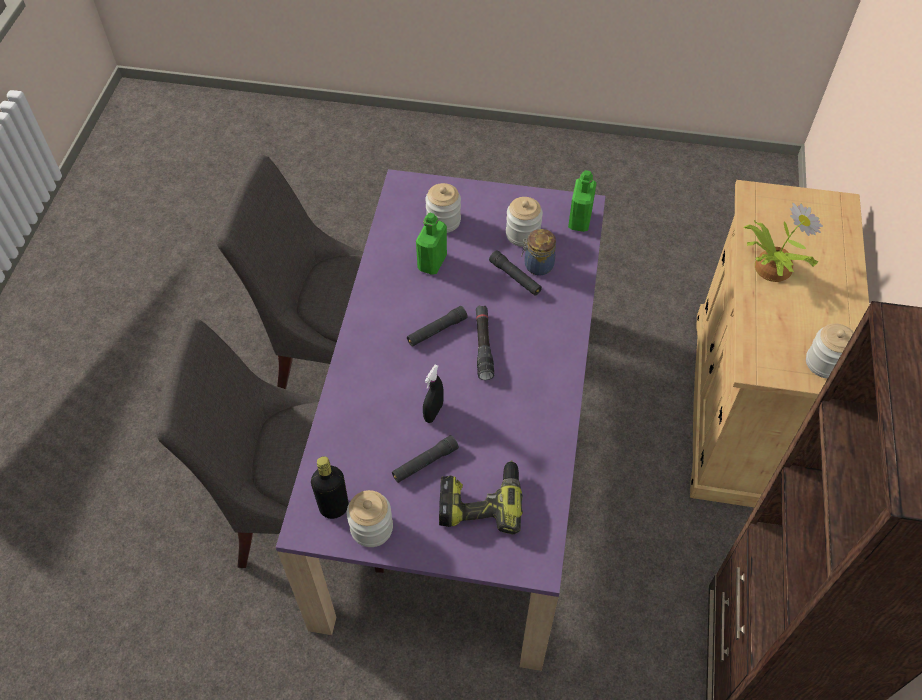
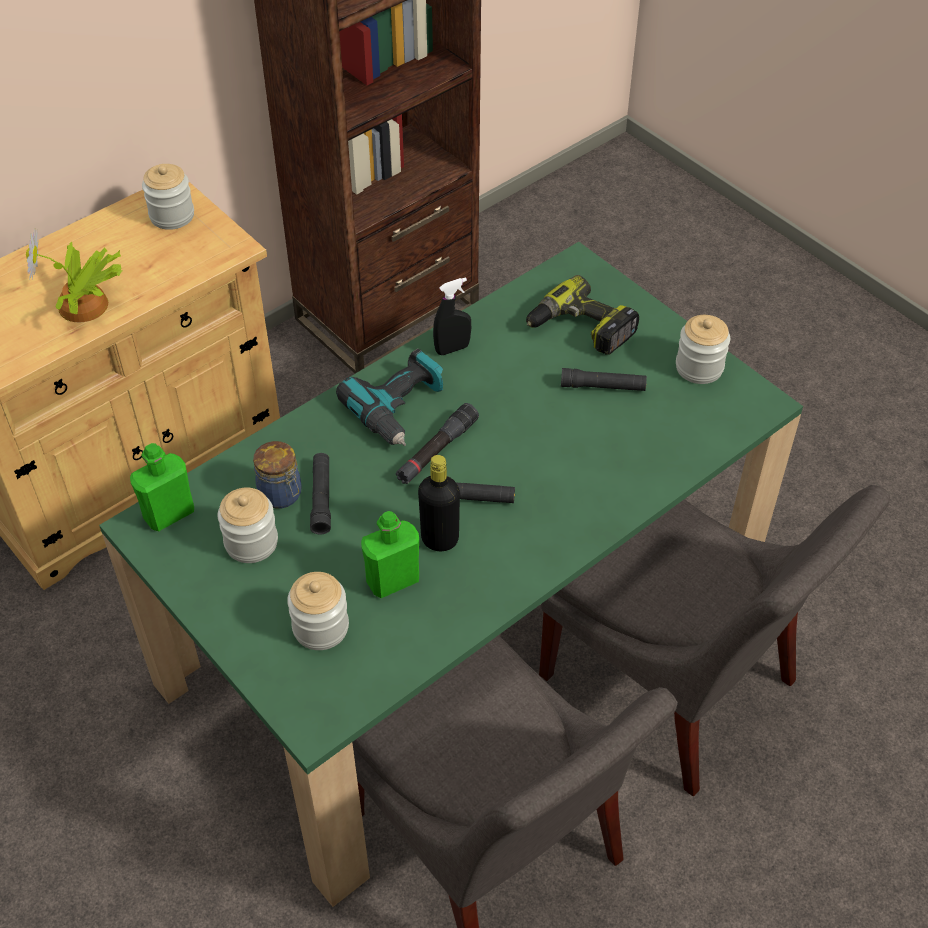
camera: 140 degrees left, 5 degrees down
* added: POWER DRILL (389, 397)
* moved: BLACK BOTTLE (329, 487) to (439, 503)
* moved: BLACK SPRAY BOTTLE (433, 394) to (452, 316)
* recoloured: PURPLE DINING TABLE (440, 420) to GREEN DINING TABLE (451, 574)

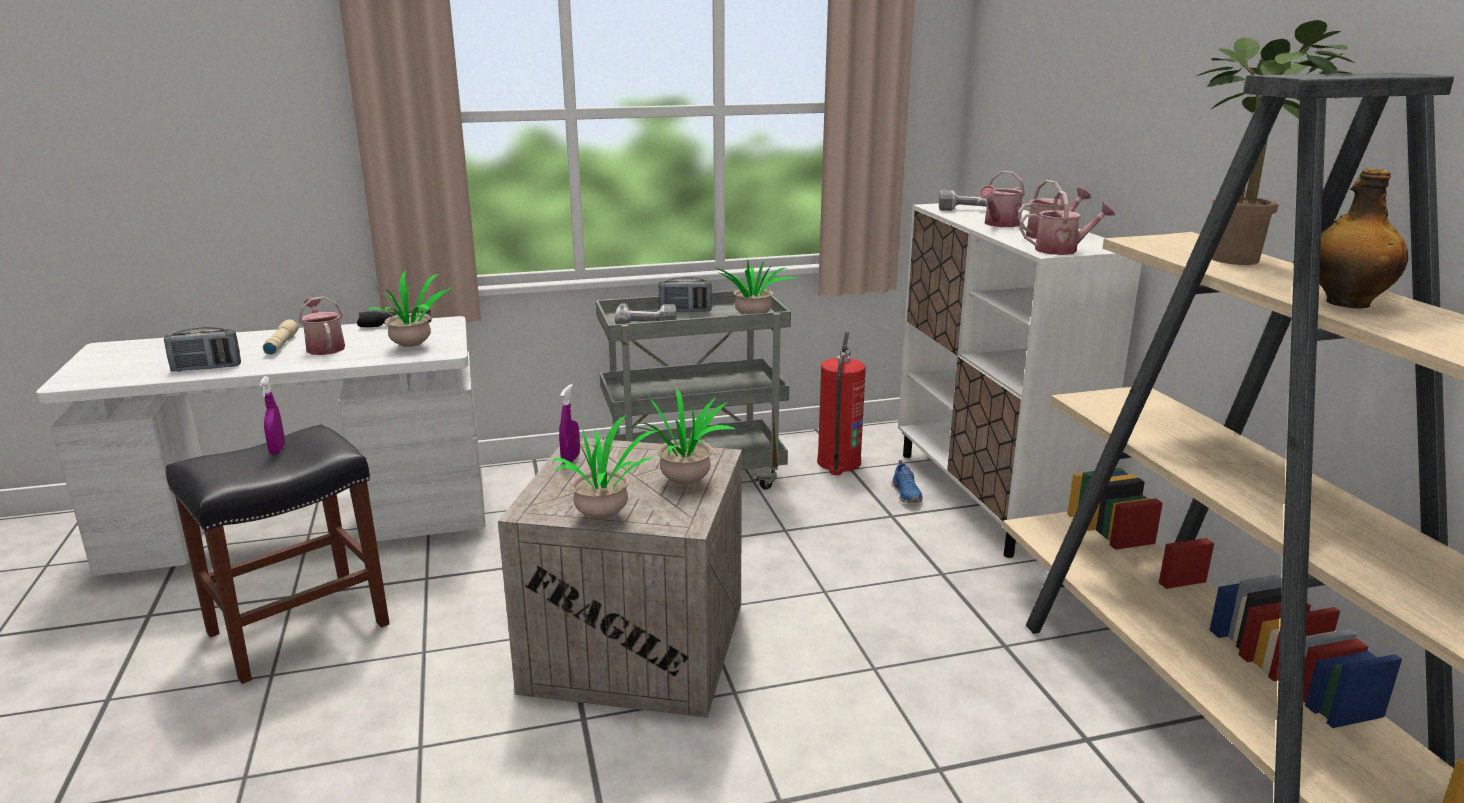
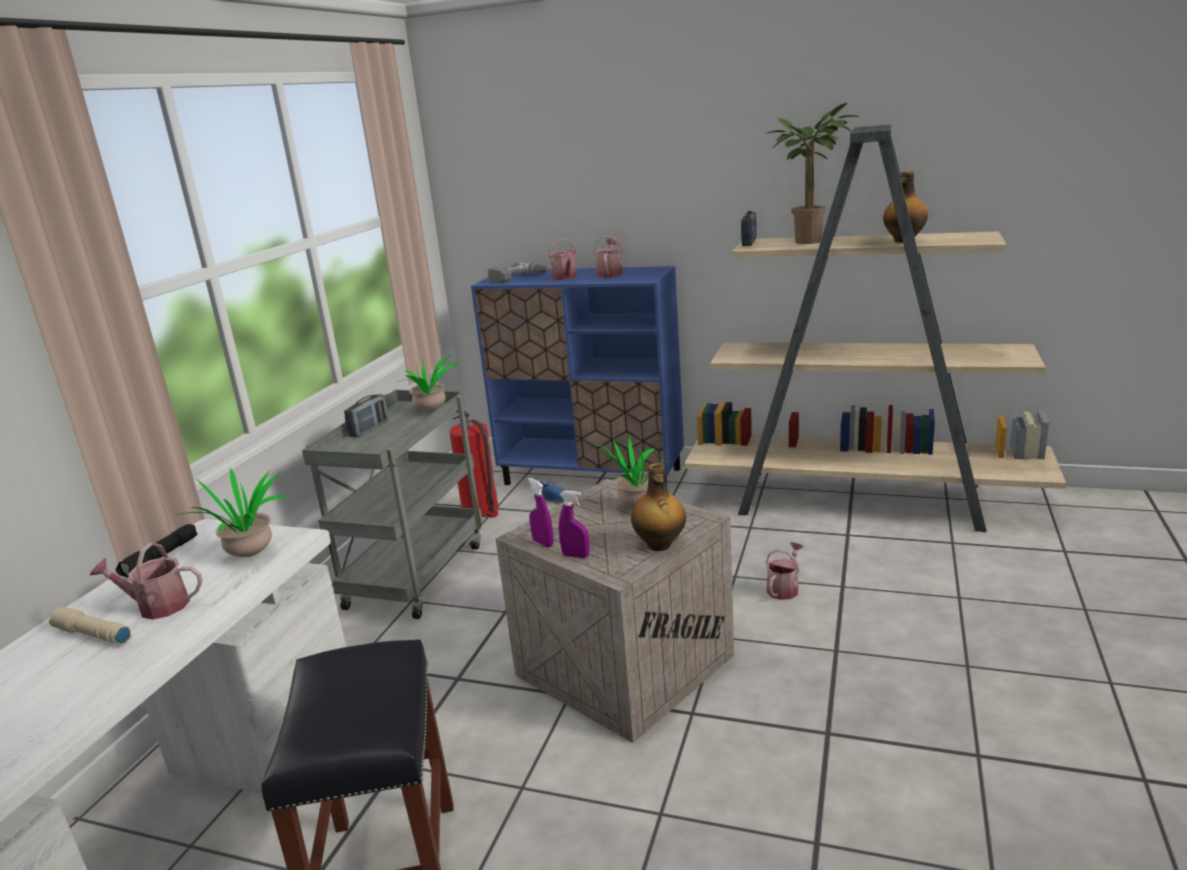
camera: 55 degrees left, 0 degrees up
* removed: POWER DRILL (645, 313)
* moved: RADIO (202, 349) to (749, 228)
* moved: PURPLE SPRAY BOTTLE (272, 415) to (574, 524)
* moved: WATERING CAN (1067, 223) to (784, 571)
* replaced: POTTED PLANT (605, 467) to BOTTLE (658, 507)
* recoloured: WHITE CABINET (1020, 380) to BLUE CABINET (577, 376)

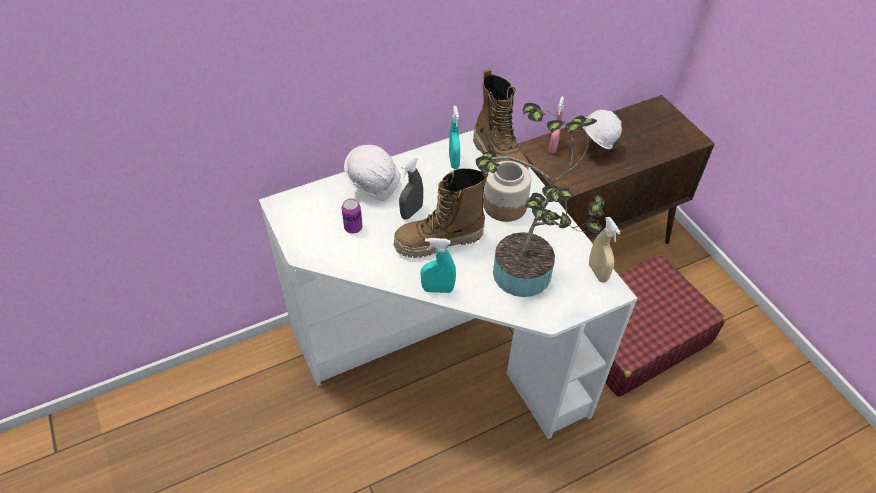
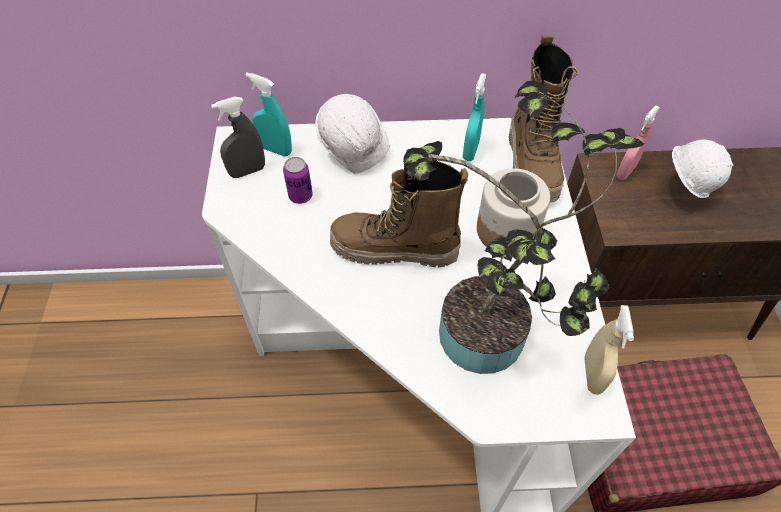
camera: 25 degrees right, 5 degrees up
* moved: GREY SPRAY BOTTLE (411, 188) to (238, 137)
* moved: TURQUOISE SPRAY BOTTLE (438, 265) to (269, 114)

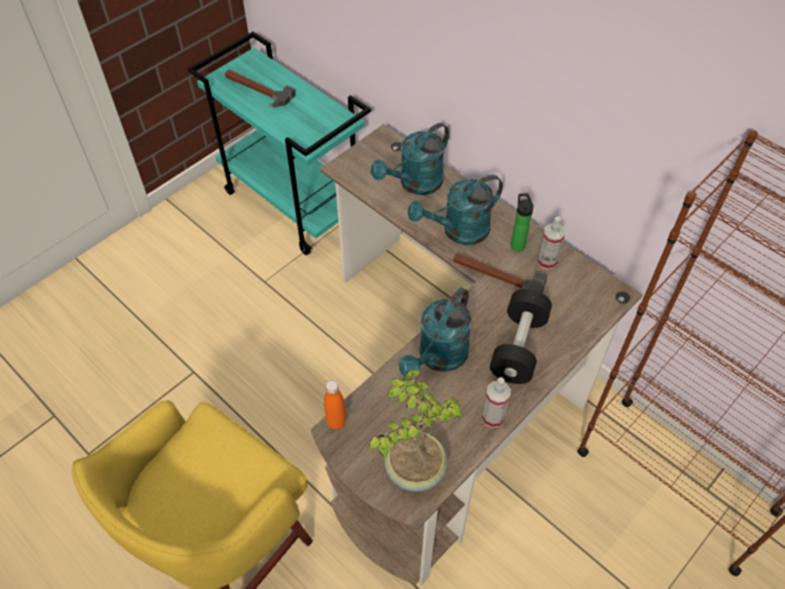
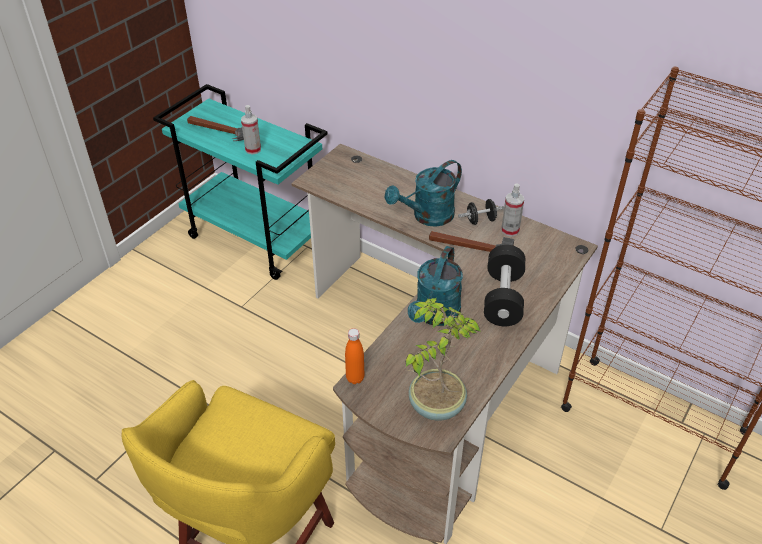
camera: 10 degrees left, 10 degrees down
* removed: TURQUOISE WATERING CAN (410, 159)
* moved: SPRAY BOTTLE (496, 402) to (251, 130)
* replaced: BOTTLE (522, 222) to BLACK DUMBBELL (481, 212)

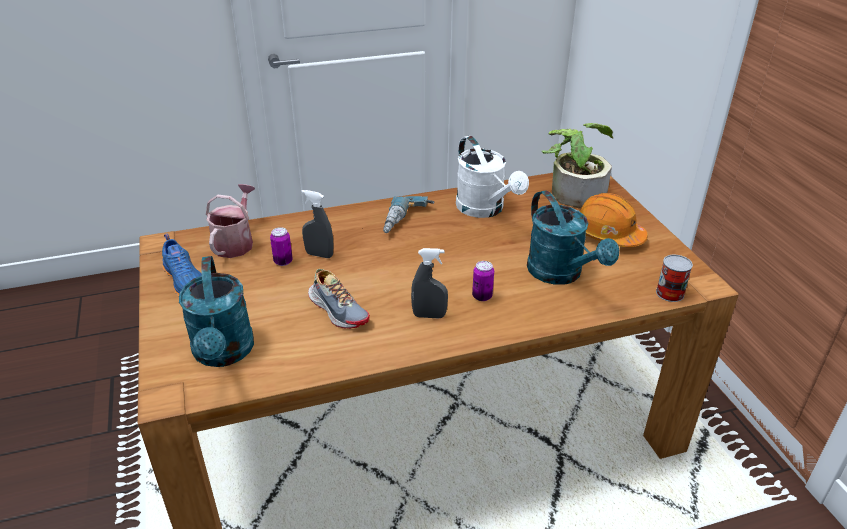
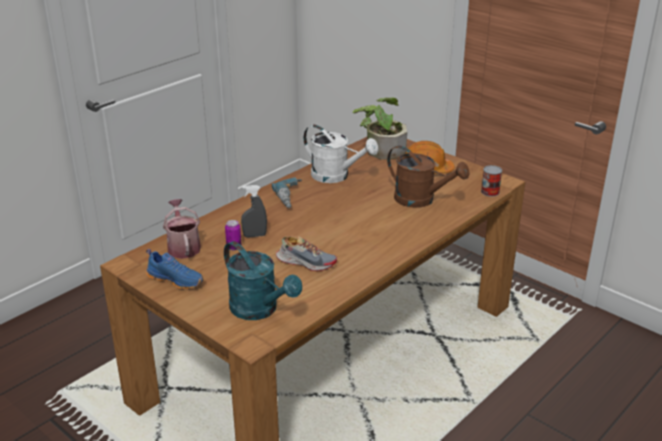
camera: 30 degrees left, 5 degrees down
* removed: GREY SPRAY BOTTLE (429, 283)
* removed: CAN (483, 281)
* recoloured: TURQUOISE WATERING CAN (573, 237) to BROWN WATERING CAN (428, 177)

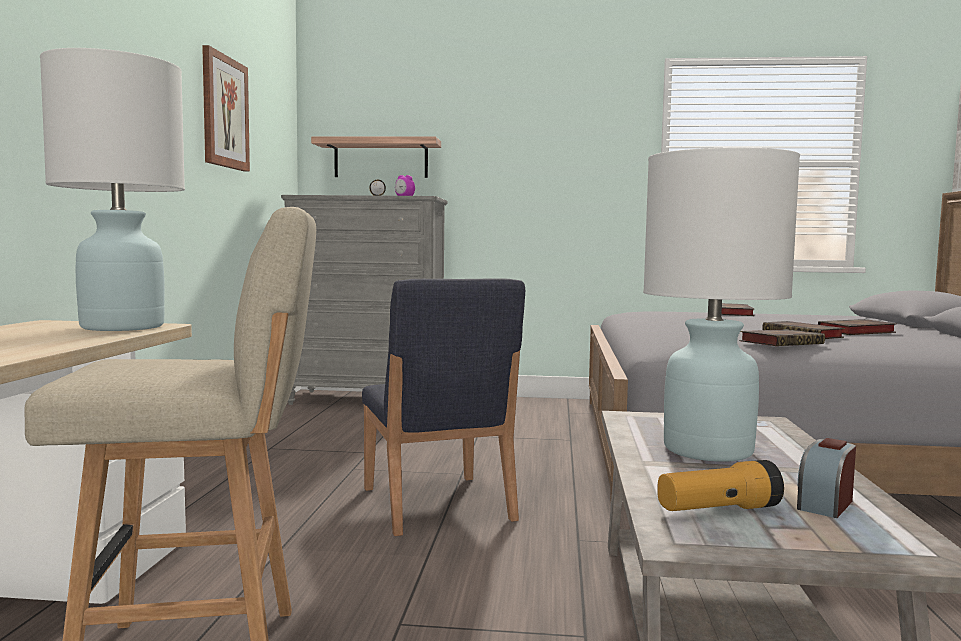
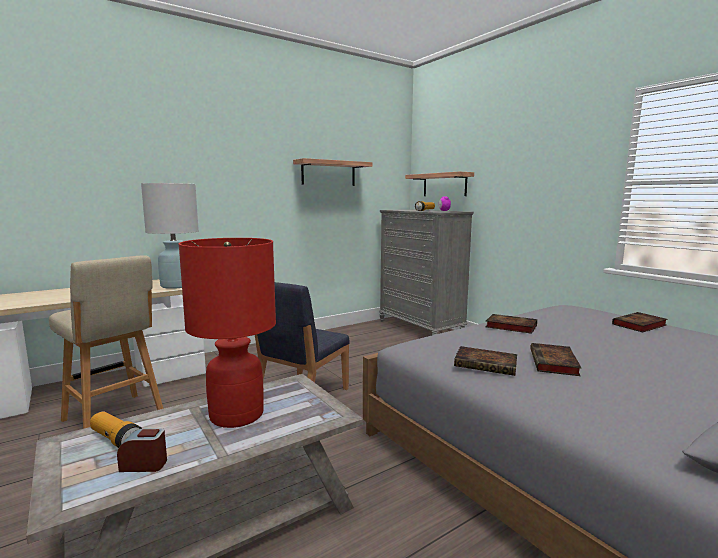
camera: 50 degrees right, 5 degrees up
* moved: BOOK (857, 327) to (511, 324)
* replaced: PICTURE (226, 108) to SHELF (332, 172)
* recoloured: WHITE TABLE LAMP (721, 304) to RED TABLE LAMP (227, 333)

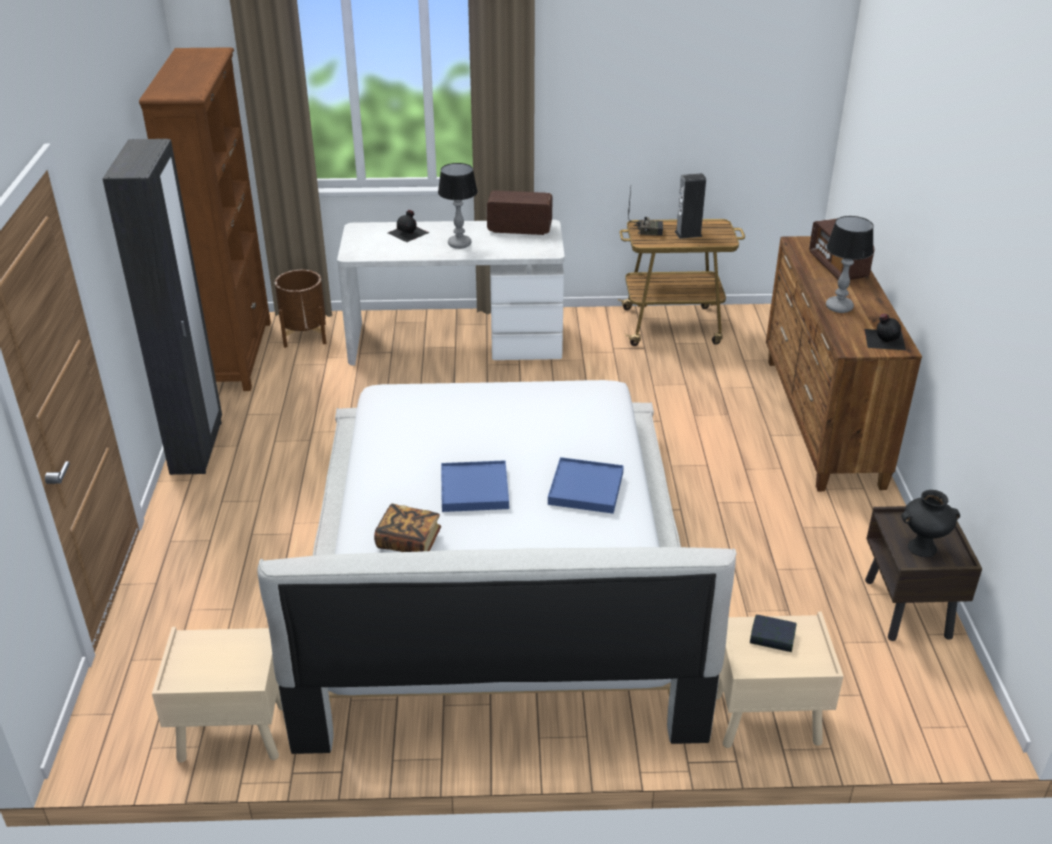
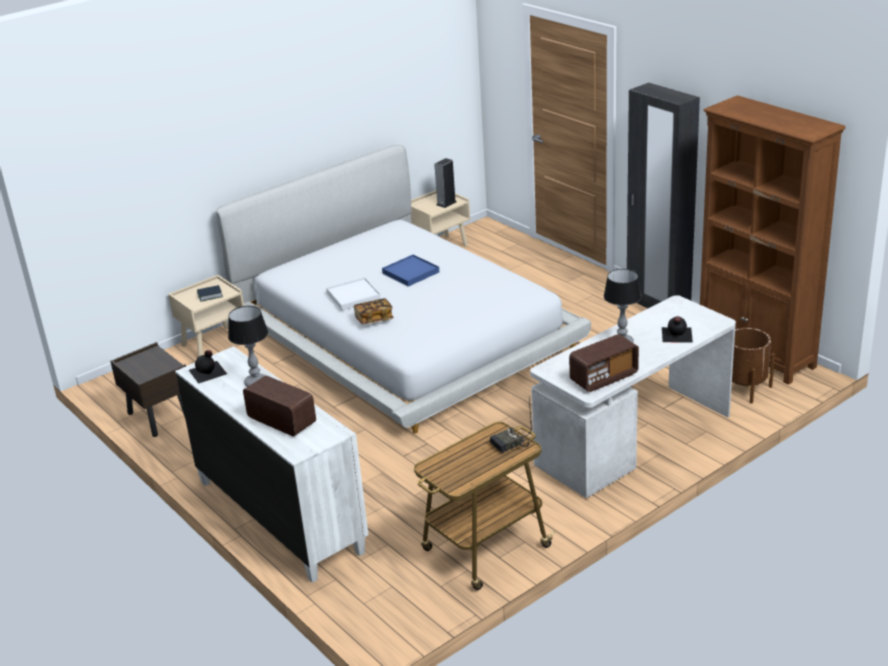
camera: 145 degrees right, 5 degrees down
* removed: BLACK VASE (930, 523)
* moved: BOOK (407, 527) to (373, 311)
* moved: SPEAKER (690, 206) to (445, 183)
* recoloured: BLUE TRAY (586, 485) to WHITE TRAY (353, 294)
* recoloured: BROWN DRESSER (844, 363) to WHITE DRESSER (272, 464)

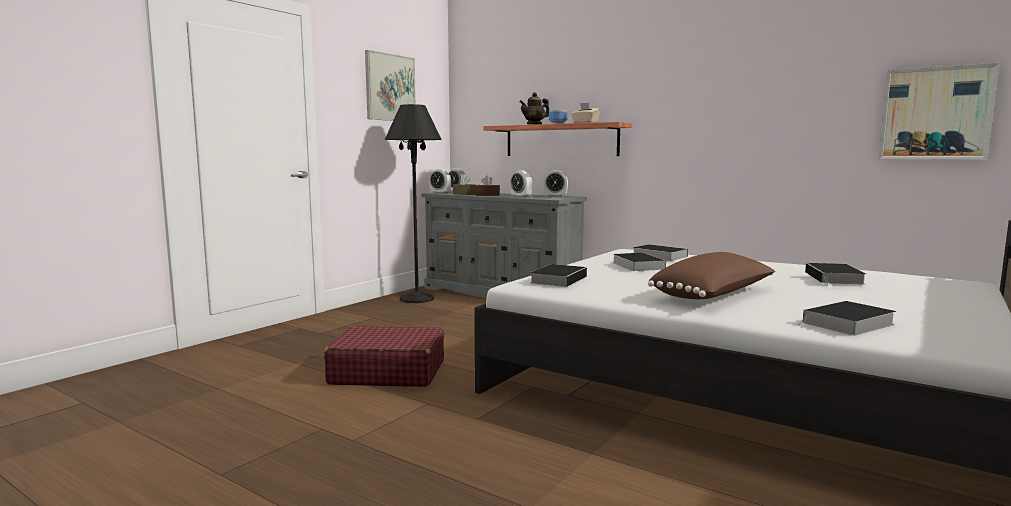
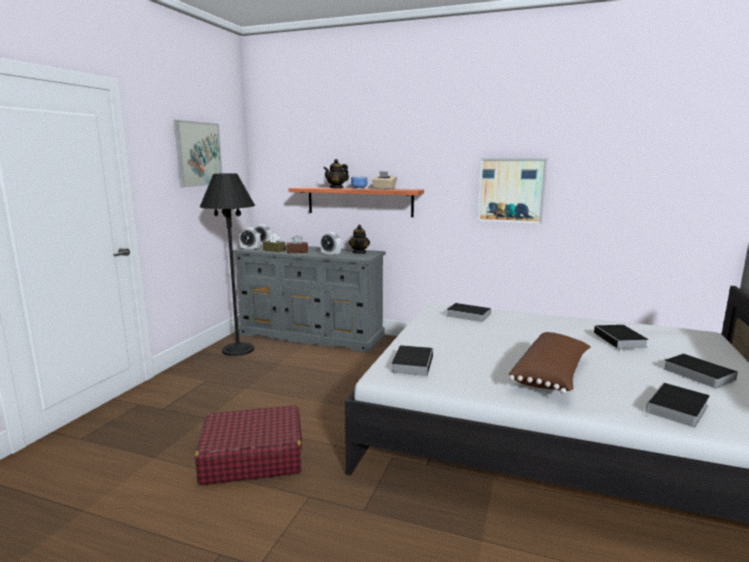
camera: 15 degrees left, 5 degrees up
* moved: BOOK (639, 262) to (700, 371)
* moved: PICTURE (939, 111) to (512, 191)
* replaced: ALARM CLOCK (556, 183) to TEAPOT (359, 239)

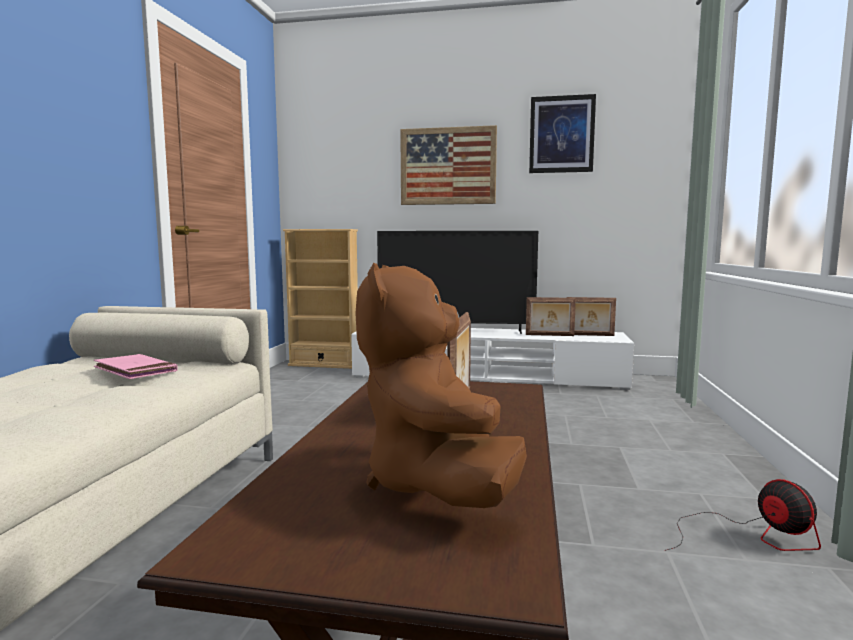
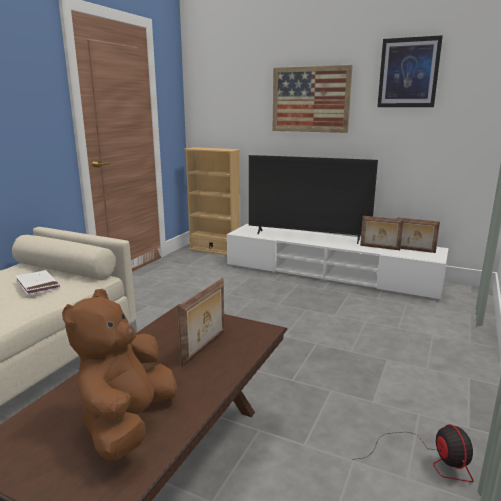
camera: 15 degrees right, 10 degrees up
* recoloured: PINK BOOK (136, 366) to WHITE BOOK (37, 282)

